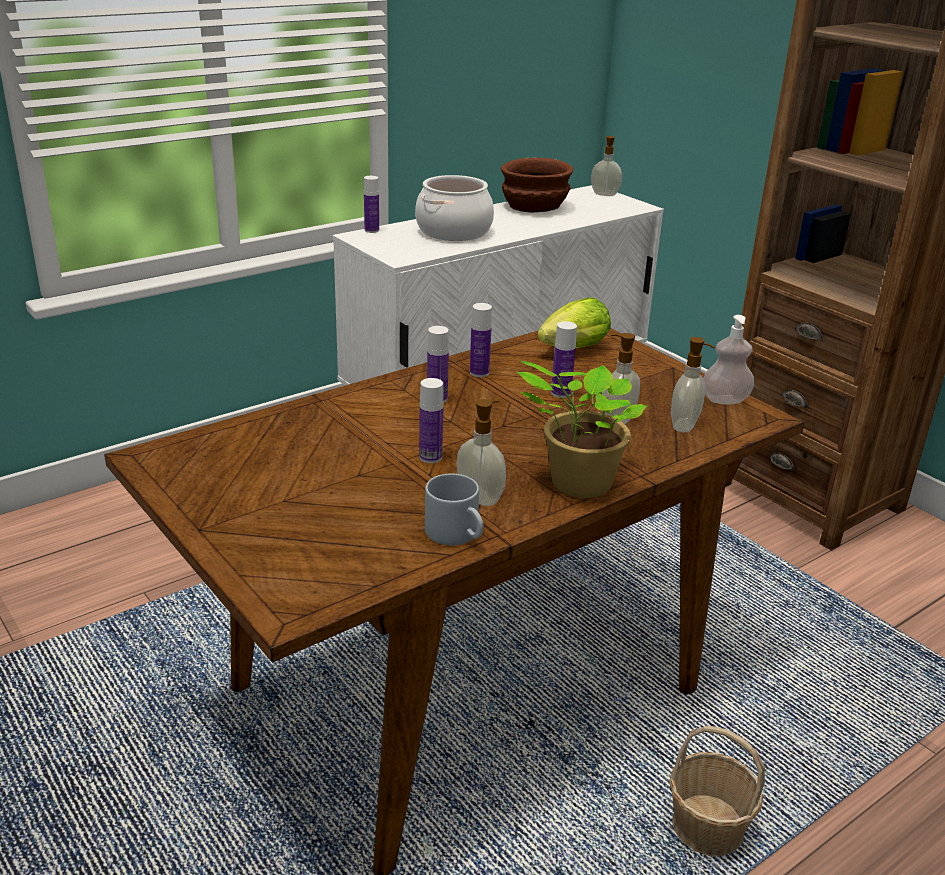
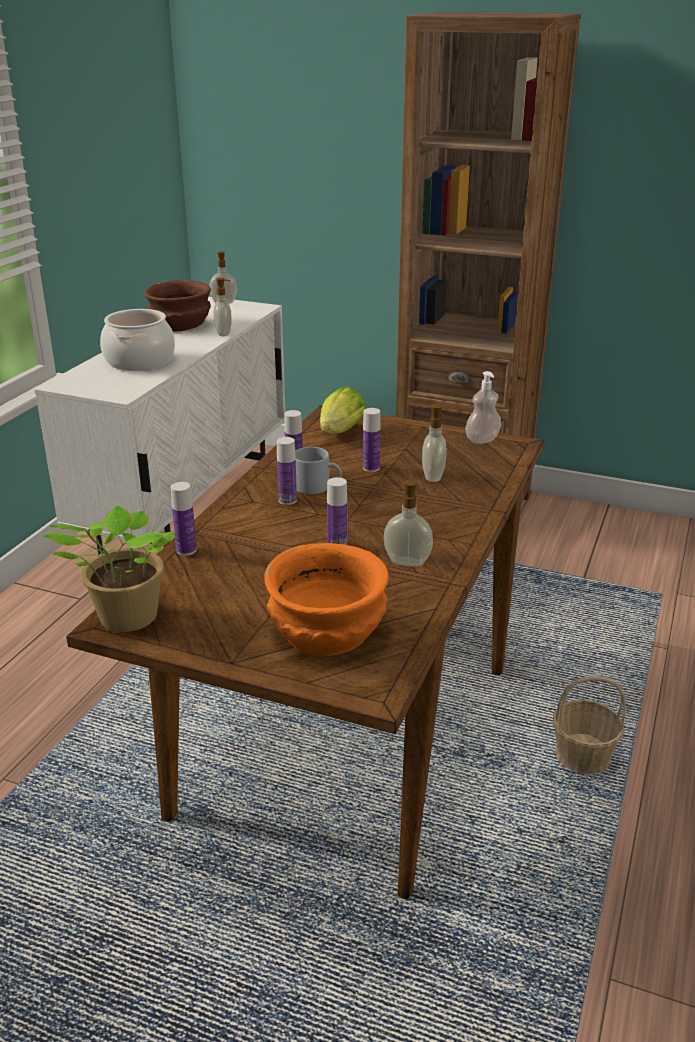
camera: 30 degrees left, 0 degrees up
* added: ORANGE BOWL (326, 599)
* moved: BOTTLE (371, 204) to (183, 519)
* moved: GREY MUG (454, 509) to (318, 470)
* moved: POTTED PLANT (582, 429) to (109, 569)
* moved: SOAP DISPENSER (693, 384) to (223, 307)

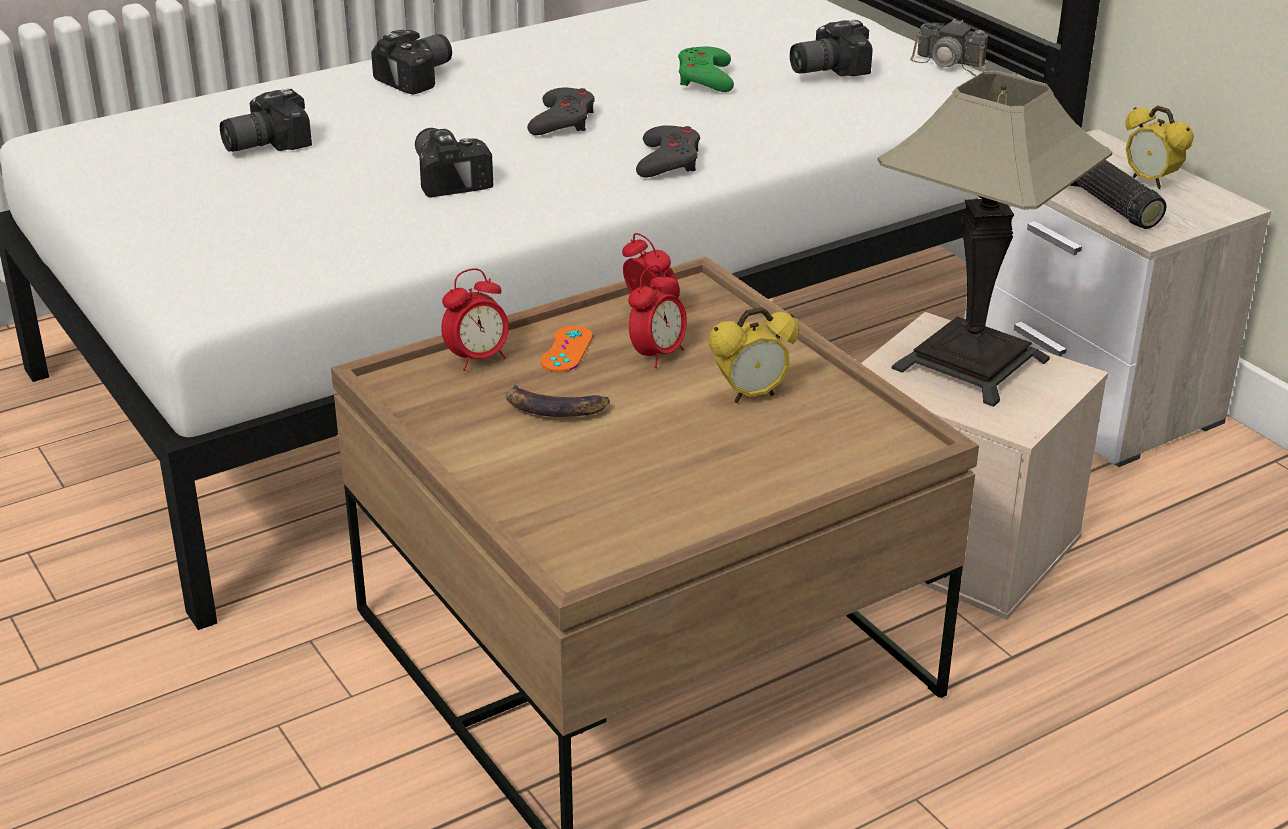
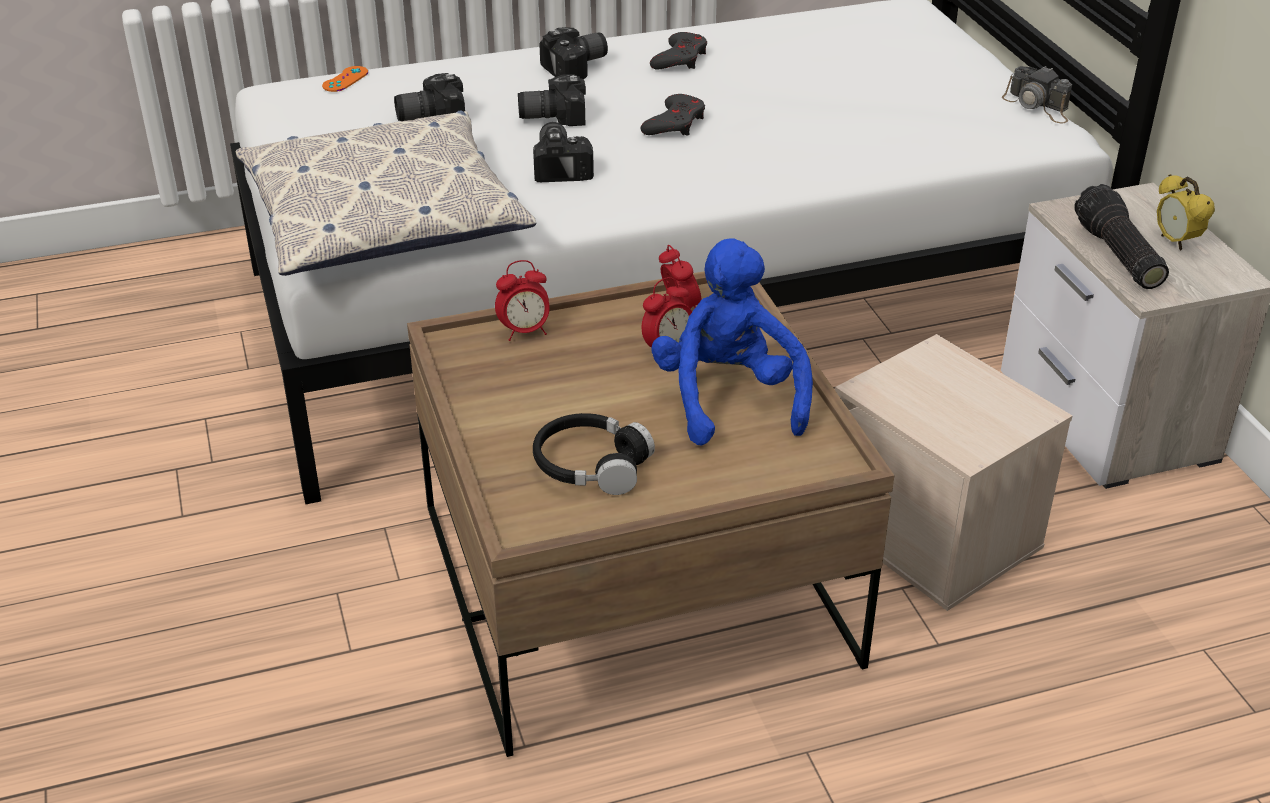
camera: 15 degrees right, 5 degrees up
* removed: BANANA (558, 400)
* removed: GREEN GAME CONTROLLER (706, 69)
* removed: TABLE LAMP (995, 239)
* added: PILLOW (386, 193)
* added: BLACK HEADPHONES (594, 454)
* moved: ORANGE GAME CONTROLLER (566, 349) to (345, 79)
* moved: GREY GAME CONTROLLER (668, 151) to (678, 51)
* moved: PHOTO CAMERA (831, 47) to (552, 100)
* replaced: ALARM CLOCK (754, 355) to BLUE PLUSH TOY (732, 342)

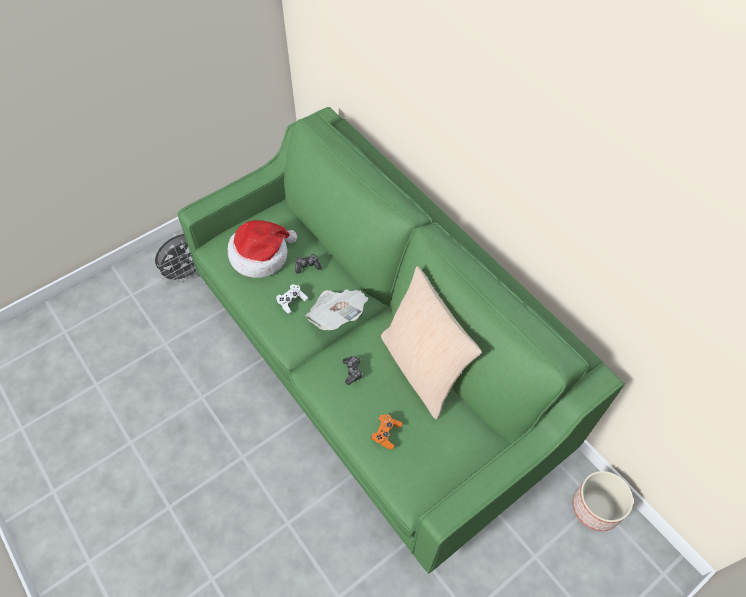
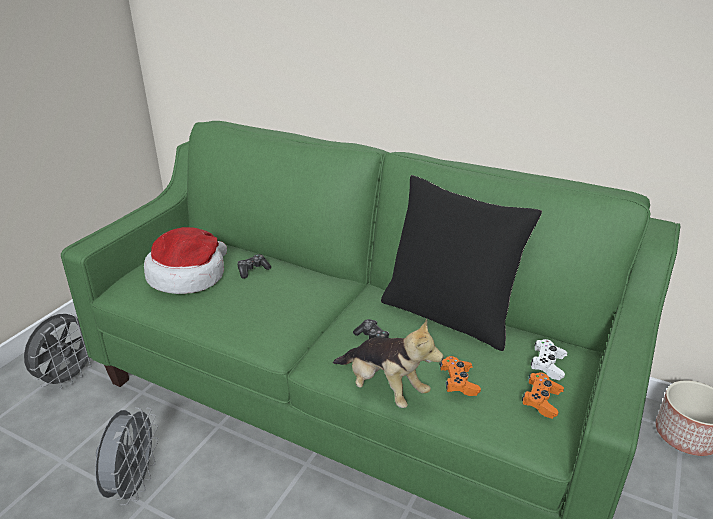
camera: 25 degrees left, 25 degrees down
* removed: NEWSPAPER (336, 309)
* added: GREY FAN (127, 456)
* added: PLUSH TOY (388, 363)
* added: ORANGE GAME CONTROLLER (543, 396)
* moved: WHITE GAME CONTROLLER (292, 299) to (549, 359)
* recoloured: BEIGE PILLOW (431, 342) to BLACK PILLOW (461, 263)

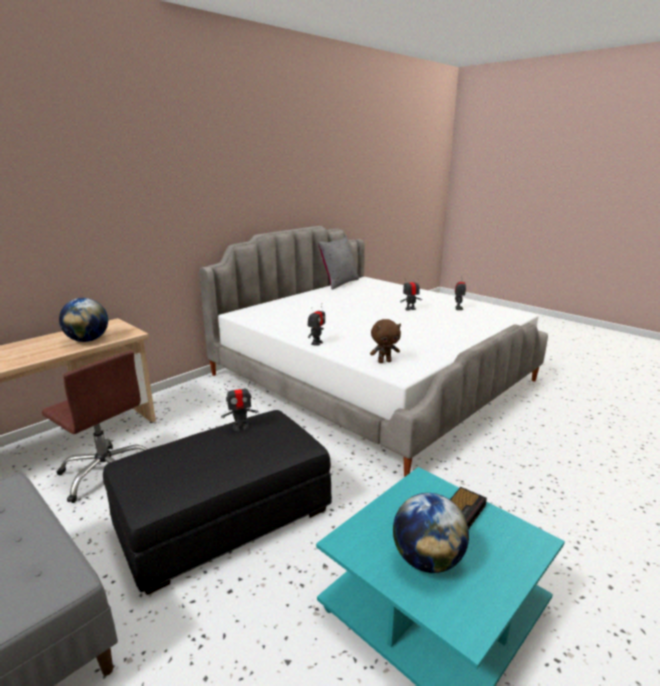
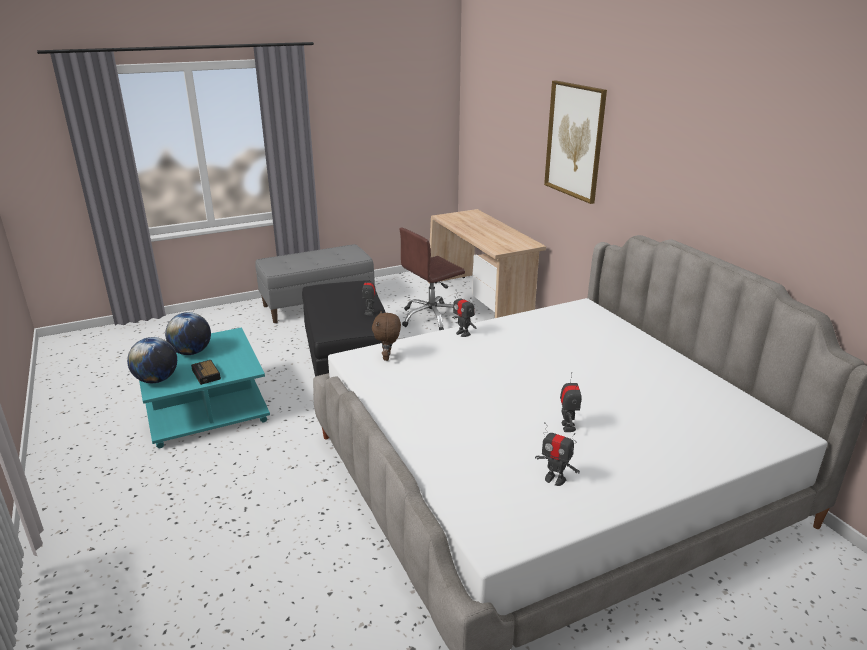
camera: 110 degrees right, 5 degrees up
* removed: GREY PILLOW (338, 262)
* added: PICTURE (575, 142)
* moved: GLOBE (83, 320) to (152, 360)

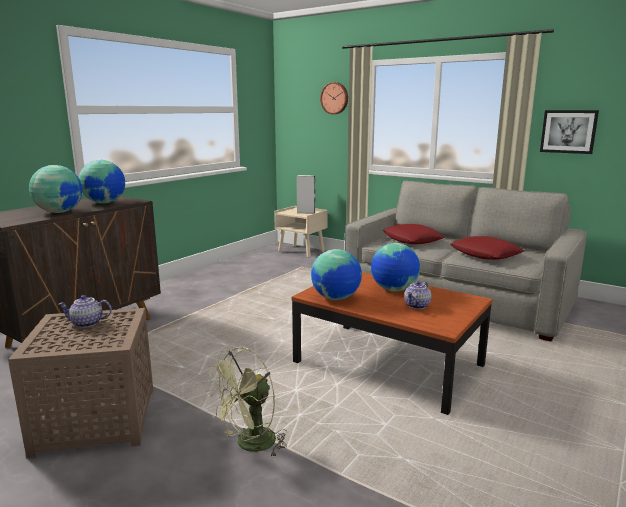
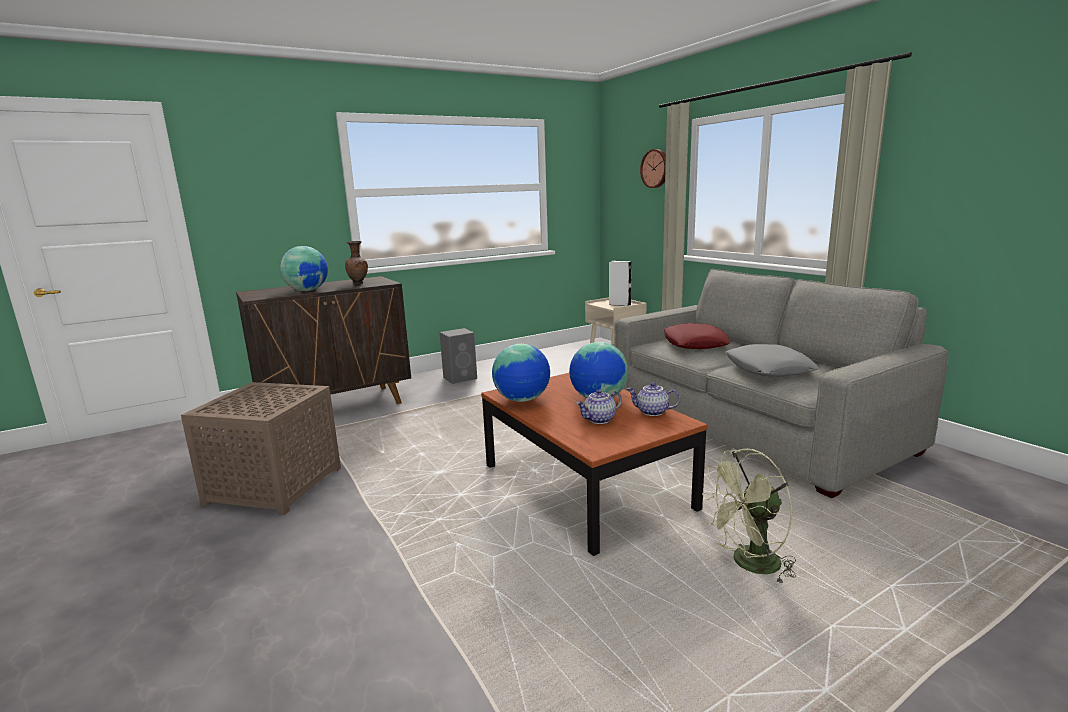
camera: 25 degrees right, 0 degrees up
* removed: PICTURE (569, 132)
* added: GREY SPEAKER (458, 356)
* moved: TEAPOT (85, 311) to (653, 399)
* moved: GREEN FAN (246, 401) to (749, 517)
* replaced: GLOBE (102, 182) to BROWN VASE (356, 263)
* recoloured: RED PILLOW (487, 248) to GREY PILLOW (772, 360)

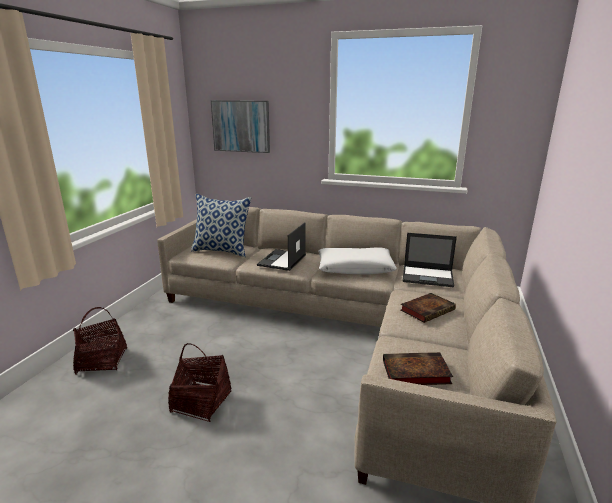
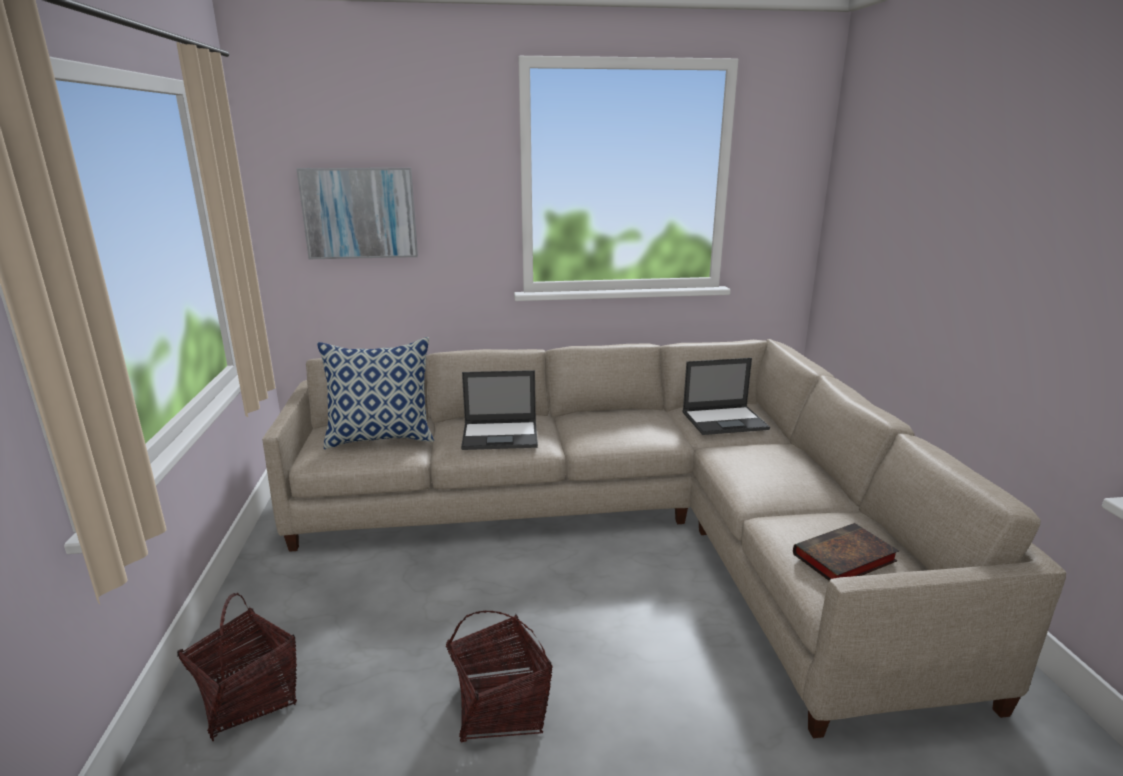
camera: 25 degrees left, 0 degrees up
* removed: WHITE PILLOW (357, 261)
* removed: BOOK (428, 308)
* turned: LAPTOP (281, 246) = (499, 410) 90 degrees counterclockwise

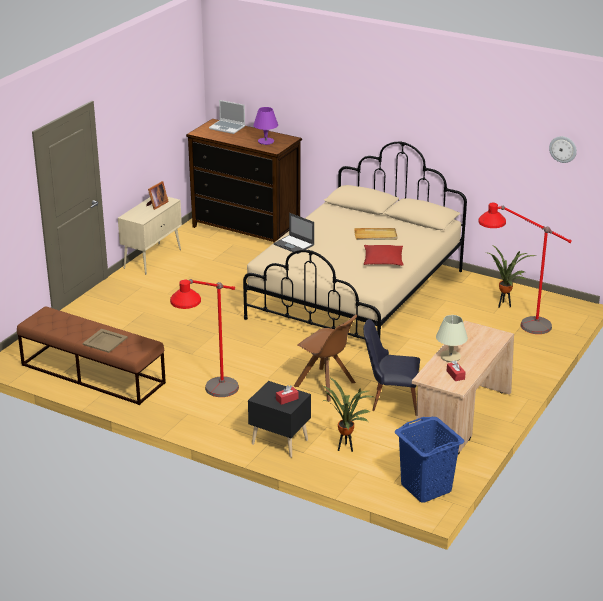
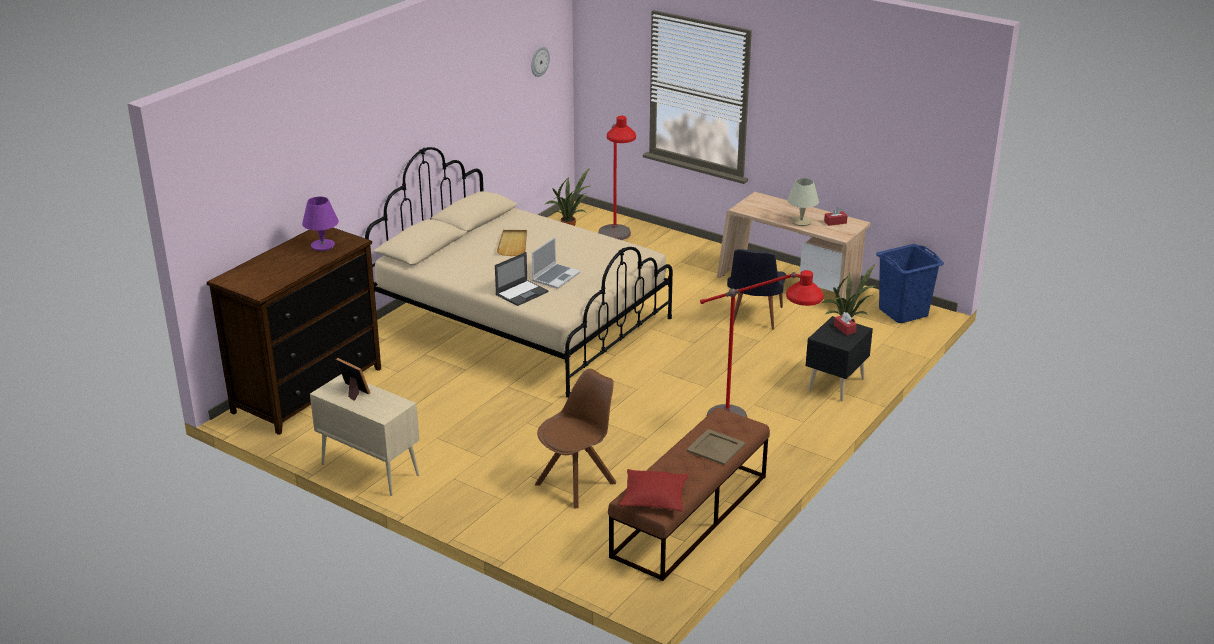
camera: 85 degrees left, 0 degrees up
* moved: LAPTOP (227, 117) to (556, 263)
* moved: BROWN CHAIR (325, 358) to (575, 439)
* moved: RED PILLOW (384, 255) to (653, 490)

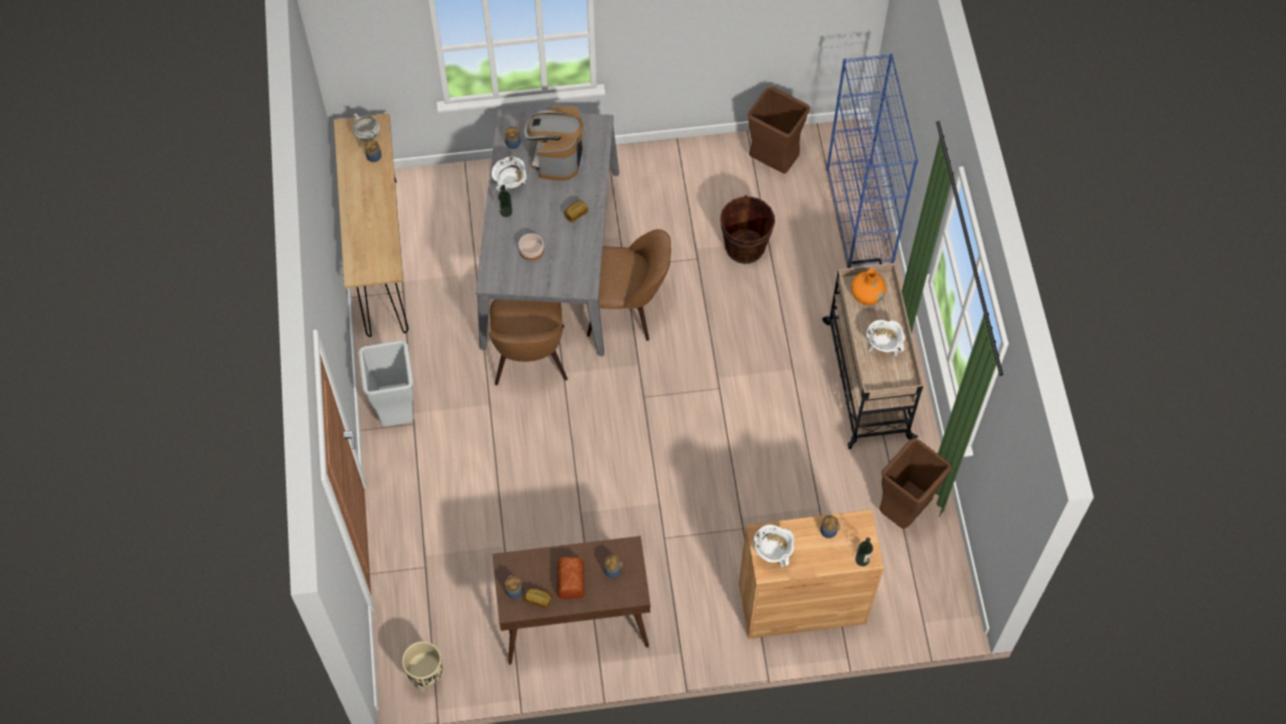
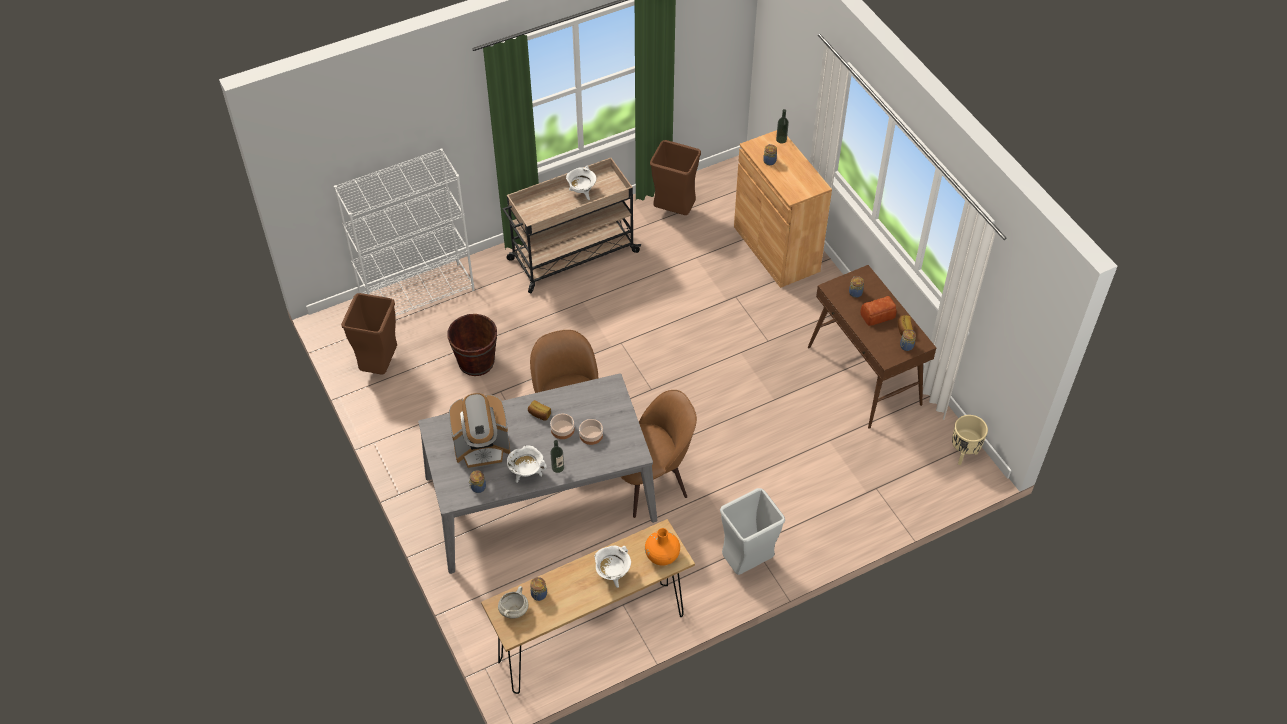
camera: 110 degrees left, 10 degrees down
* added: BOWL (562, 426)
* moved: WHITE COOKING POT (773, 546) to (612, 566)
* moved: ORANGE VASE (868, 287) to (662, 547)
* recoloured: BLUE BOOKCASE (872, 160) to WHITE BOOKCASE (404, 232)

